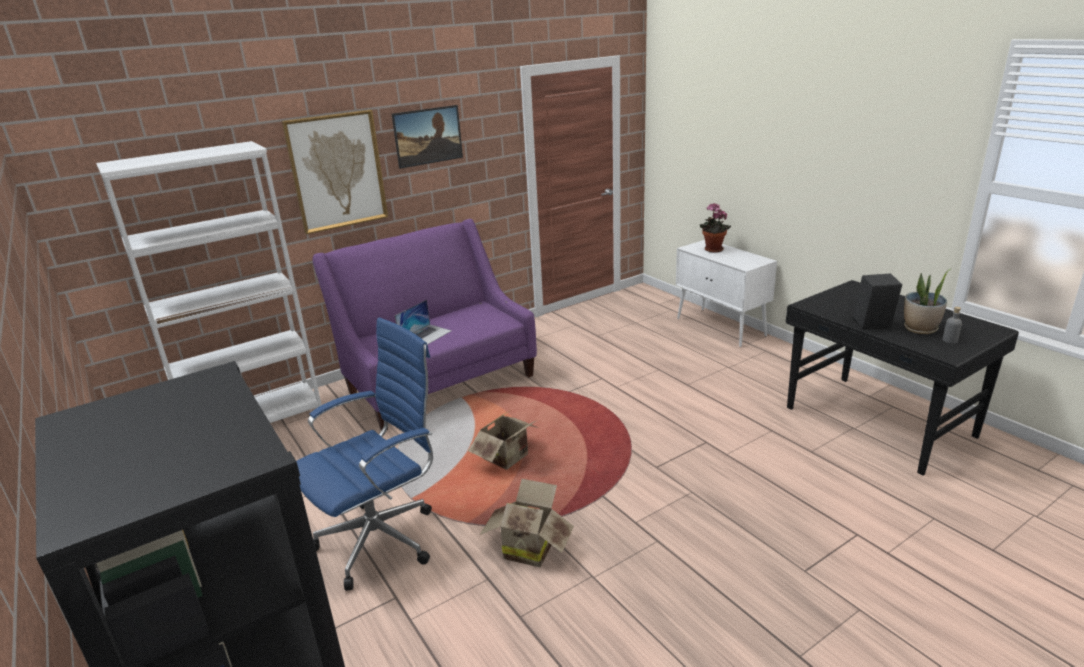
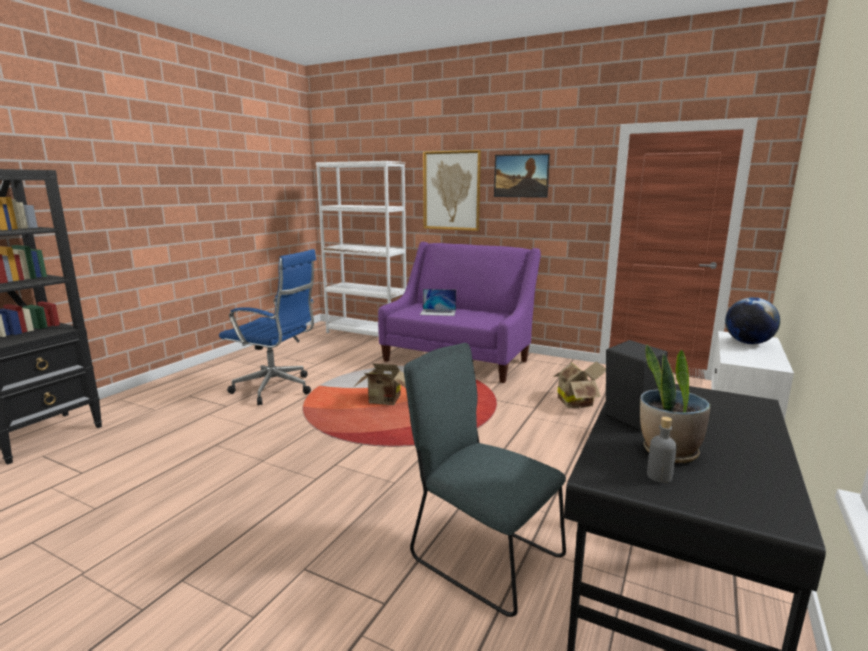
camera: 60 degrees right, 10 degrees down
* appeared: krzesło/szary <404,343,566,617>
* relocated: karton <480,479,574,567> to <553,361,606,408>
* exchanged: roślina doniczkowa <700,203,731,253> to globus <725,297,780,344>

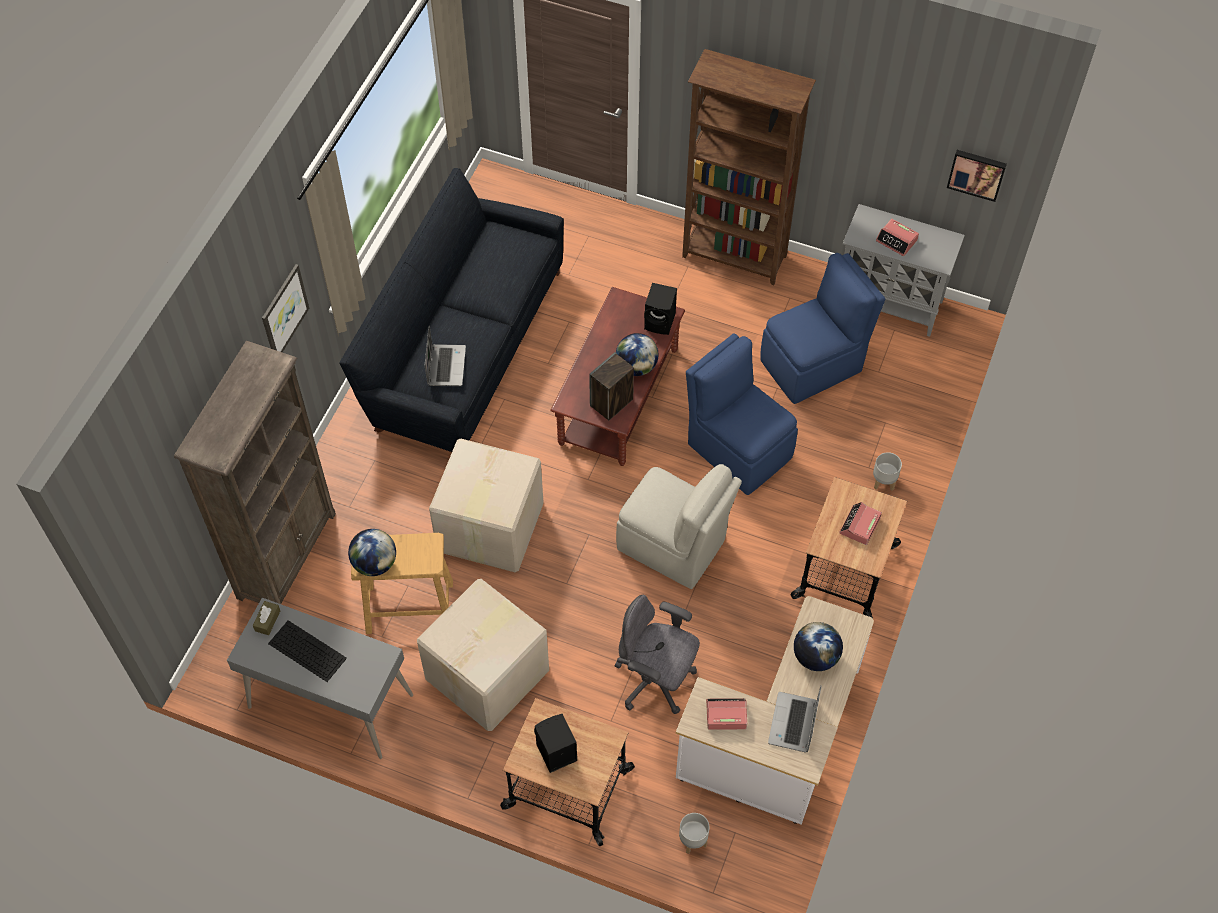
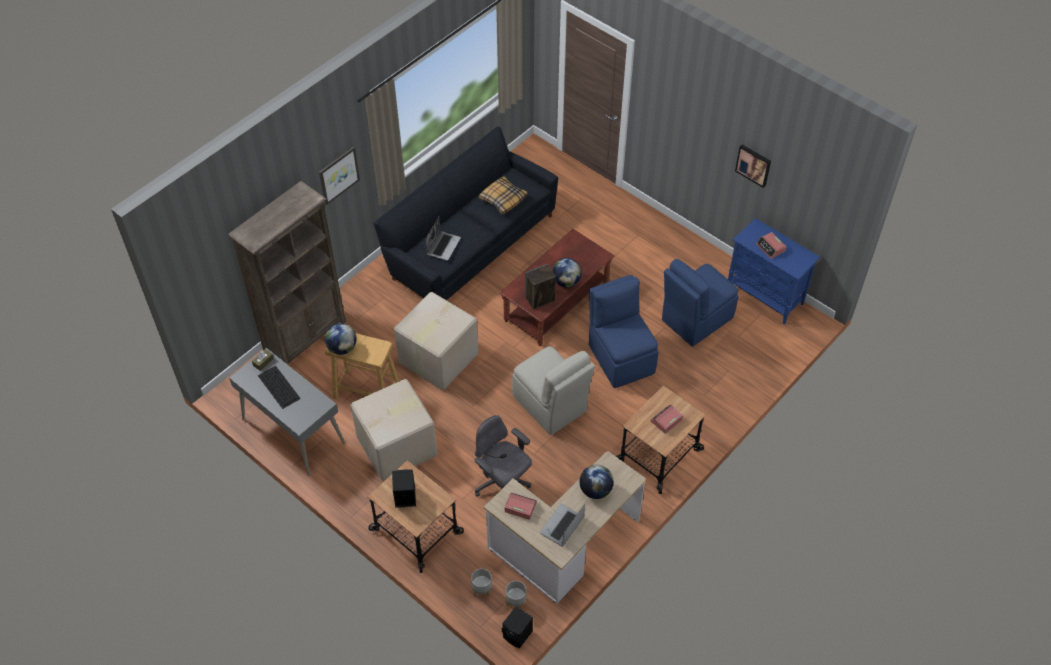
camera: 20 degrees right, 5 degrees down
* appeared: poduszka <479,176,527,214>
* relocated: głośnik/czarny <644,283,677,335> to <502,606,533,649>
* relocated: donica/szary <873,452,902,491> to <506,581,526,609>
* spun: krzesło/niebieski <760,253,885,404> = <662,259,738,347> 150 degrees clockwise
* colour: szafka/szary <843,204,965,337> to szafka/niebieski <728,218,820,324>
* relocated: obraz <947,150,1007,202> to <735,145,771,188>
* missing: regał/brązowy <682,49,816,285>

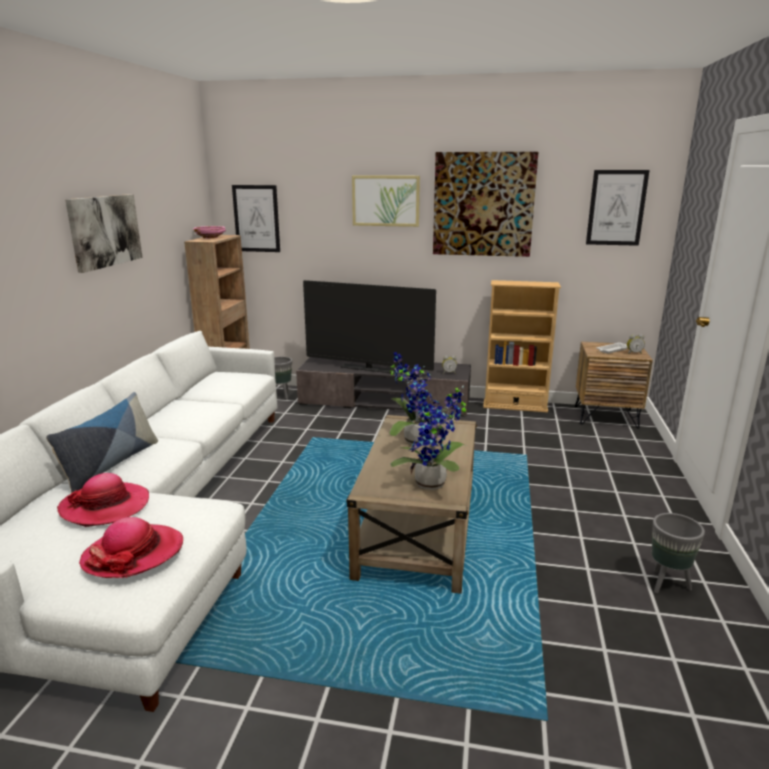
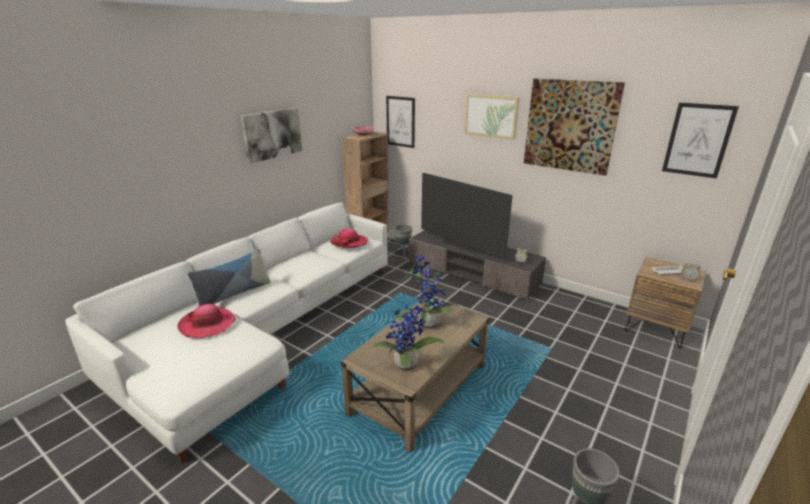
camera: 25 degrees right, 5 degrees up
* relocated: kapelusz <79,517,183,578> to <330,228,368,248>
* missing: regał/beżowy <483,280,561,413>

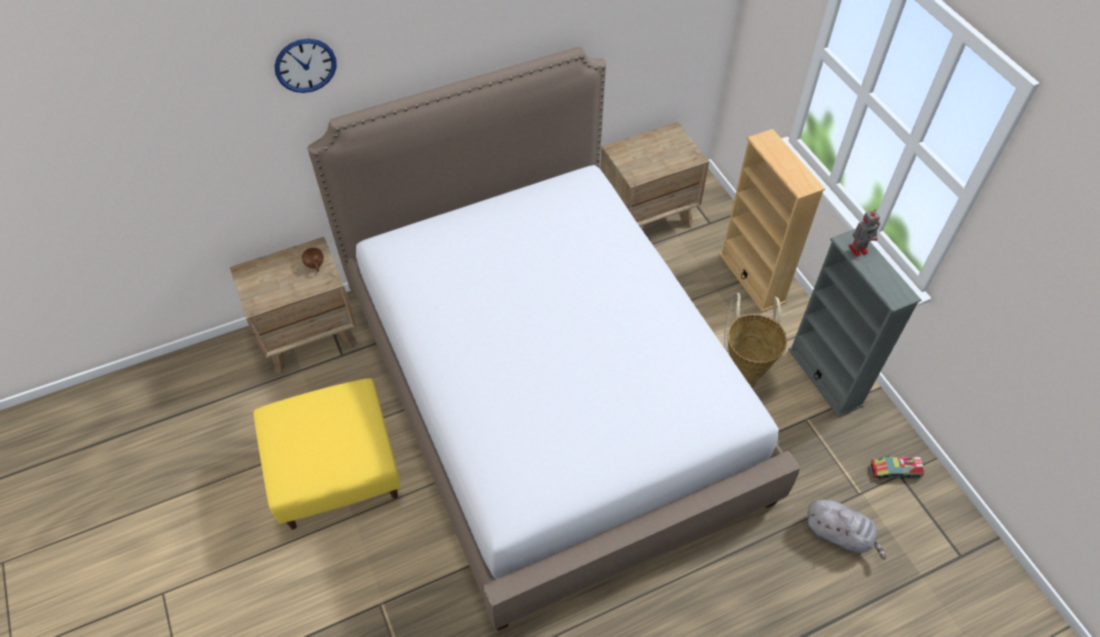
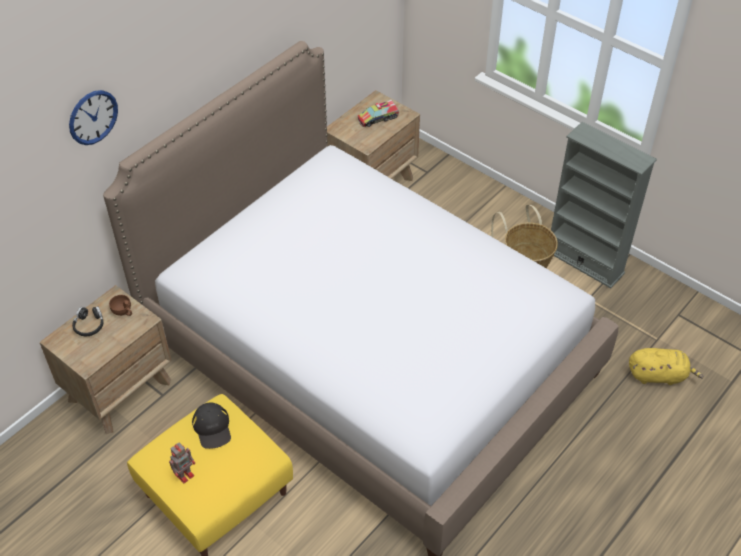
camera: 25 degrees left, 5 degrees down
* appeared: słuchawki/czarny <72,306,104,336>
* relocated: robot zabawkowy <848,209,880,257> to <169,443,195,483>
* appeared: czapka z daszkiem/czarny <192,403,231,449>
* relocated: ciężarówka zabawkowa <870,456,925,479> to <358,100,399,127>
* colour: pluszak/szary <808,499,886,560> to pluszak/żółty <629,348,704,385>
* missing: regał/beżowy <719,129,825,312>

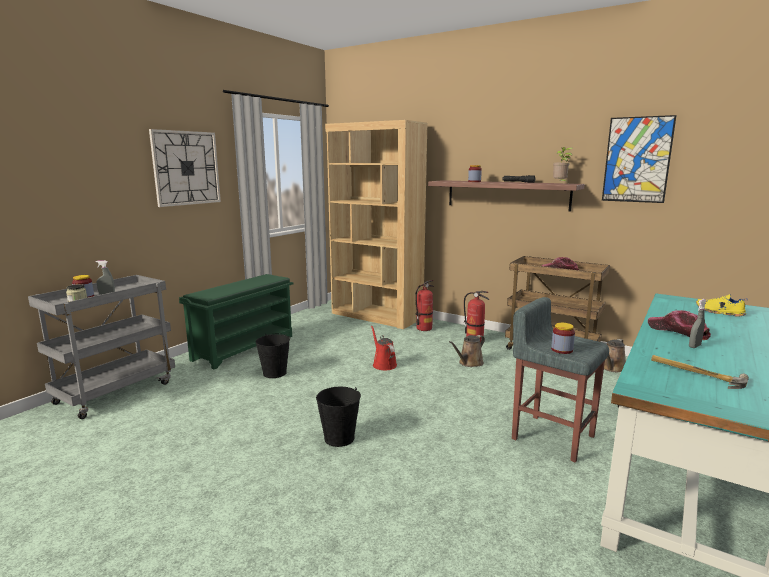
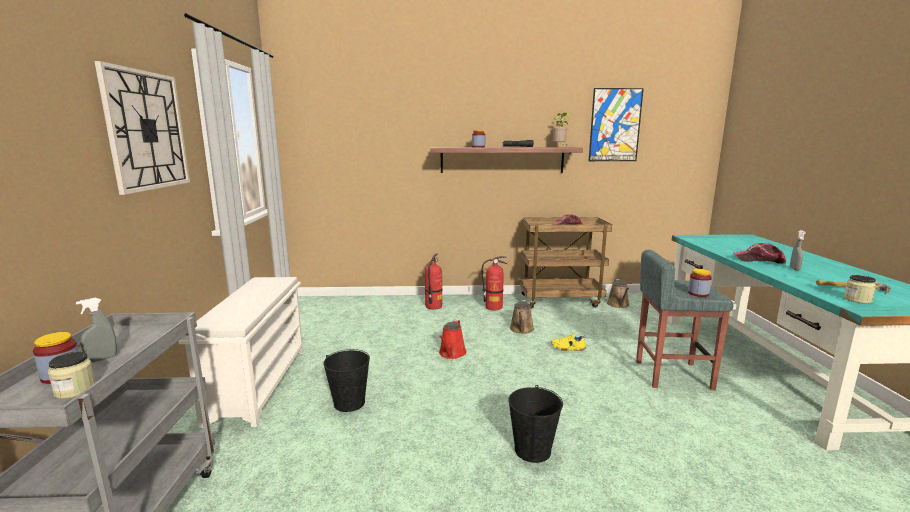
camera: 35 degrees left, 0 degrees up
* colour: regał na buty/zielony <179,274,293,370> to regał na buty/biały <179,277,303,428>
* spun: konewka/czerwony <371,325,397,370> = <439,320,467,359> 105 degrees counterclockwise
* relocated: but/żółty <696,294,748,317> to <551,334,586,351>
* appeared: słoik <844,275,876,304>
* missing: regał/brązowy <325,120,428,329>

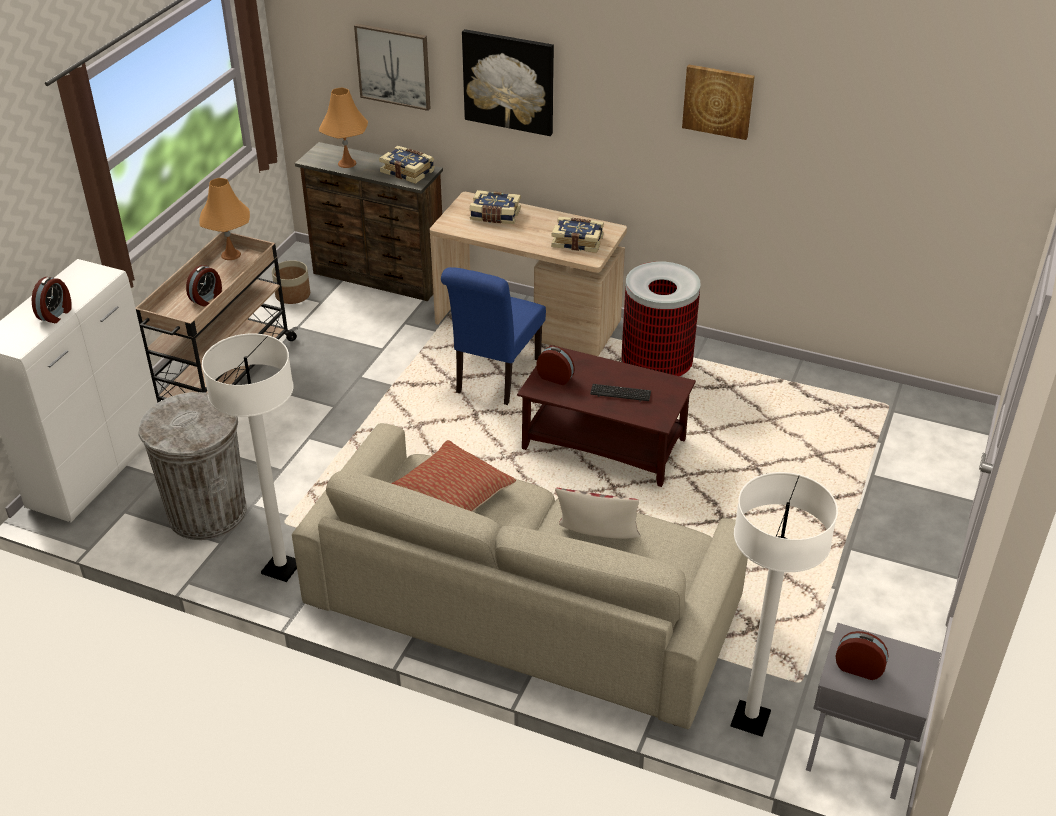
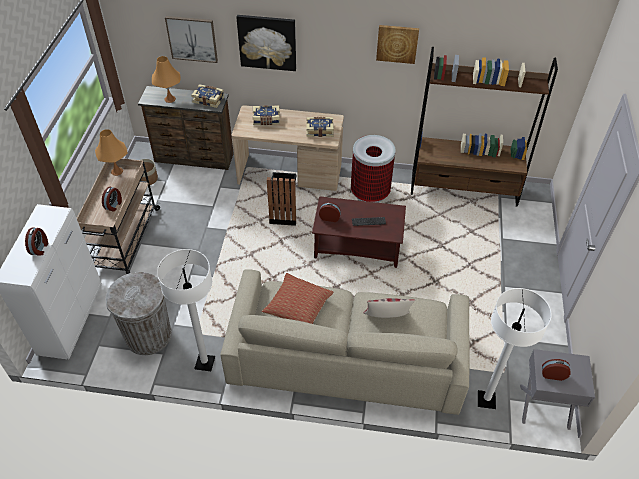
camera: 15 degrees left, 10 degrees up
* exchanged: krzesło/niebieski <441,267,546,405> to kosz na śmieci/czarny <267,172,296,226>
* appeared: regał/brązowy <411,47,558,207>

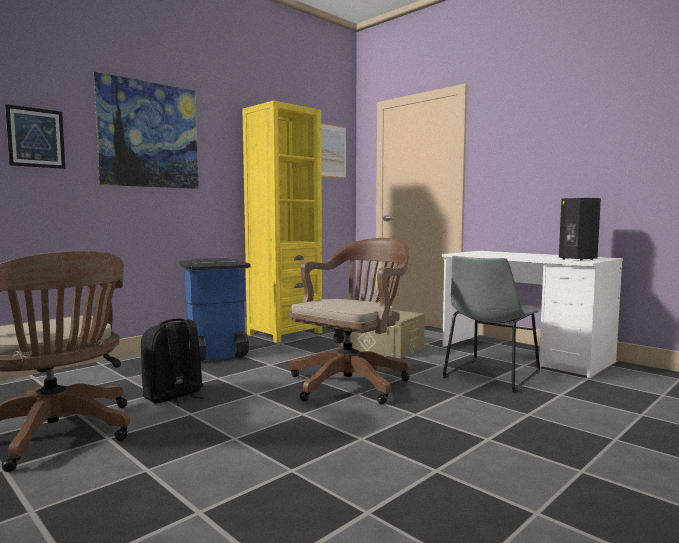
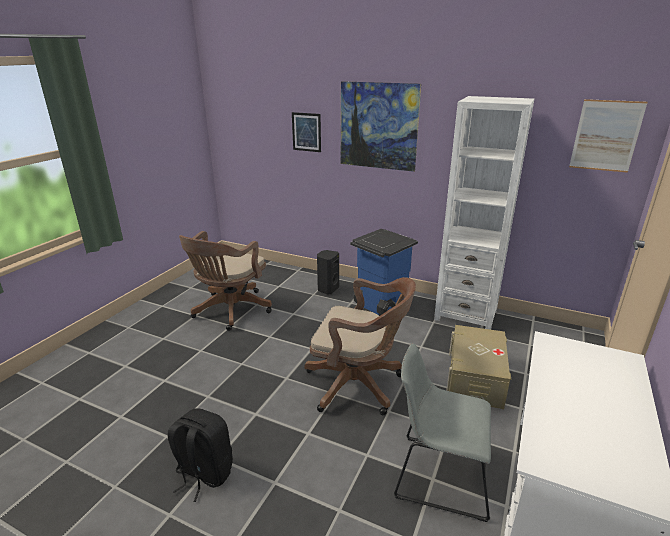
camera: 70 degrees right, 20 degrees up
* relocated: plecak/czarny <141,319,203,406> to <168,408,233,502>
* relocated: głośnik/czarny <559,198,601,261> to <317,250,339,295>
* colour: regał/żółty <242,101,322,343> to regał/biały <434,96,534,330>

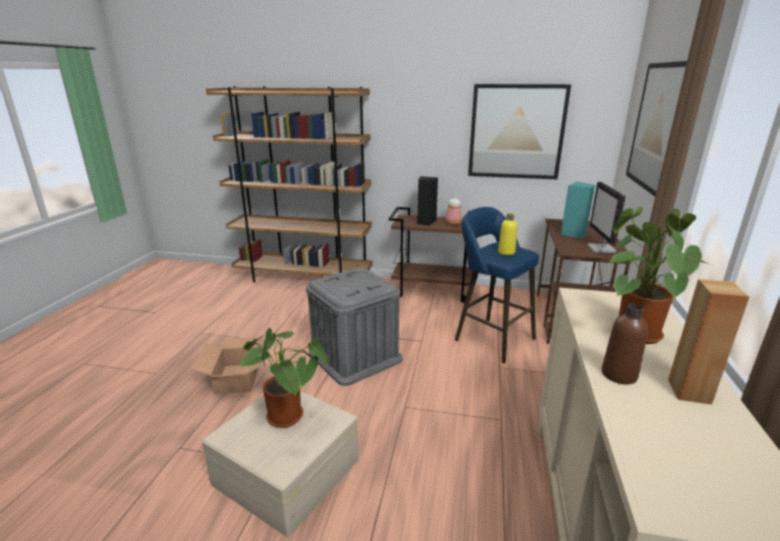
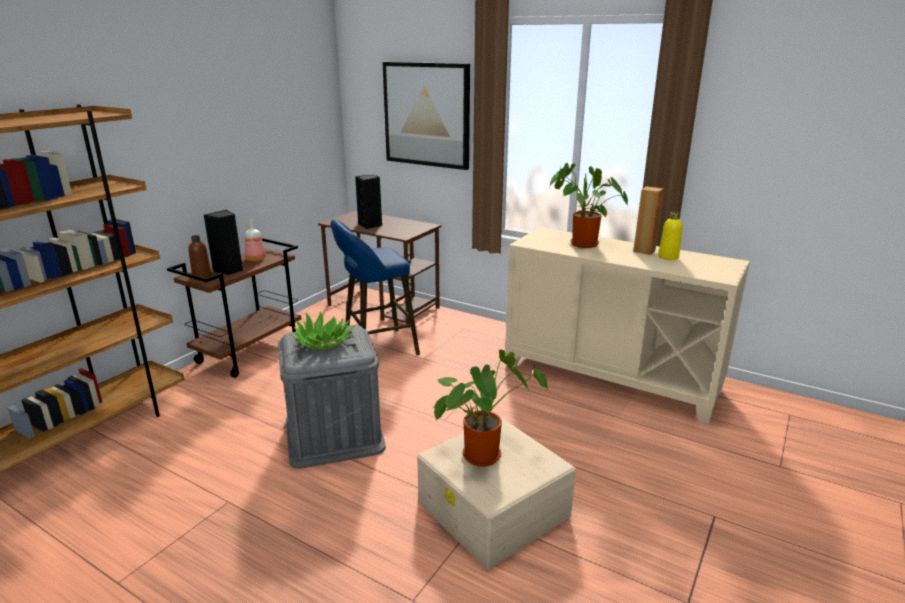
camera: 70 degrees left, 0 degrees up
* relocated: butelka/brązowy <602,303,648,384> to <189,235,212,279>
* appeared: roślina doniczkowa <290,311,355,350>
* colour: głośnik/turkusowy <561,182,595,238> to głośnik/czarny <355,175,382,229>
* relocated: butelka/żółty <498,214,517,255> to <659,212,682,260>
* missing: karton <192,338,264,394>
* missing: obraz <468,84,571,179>
* missing: monitor <587,182,625,253>

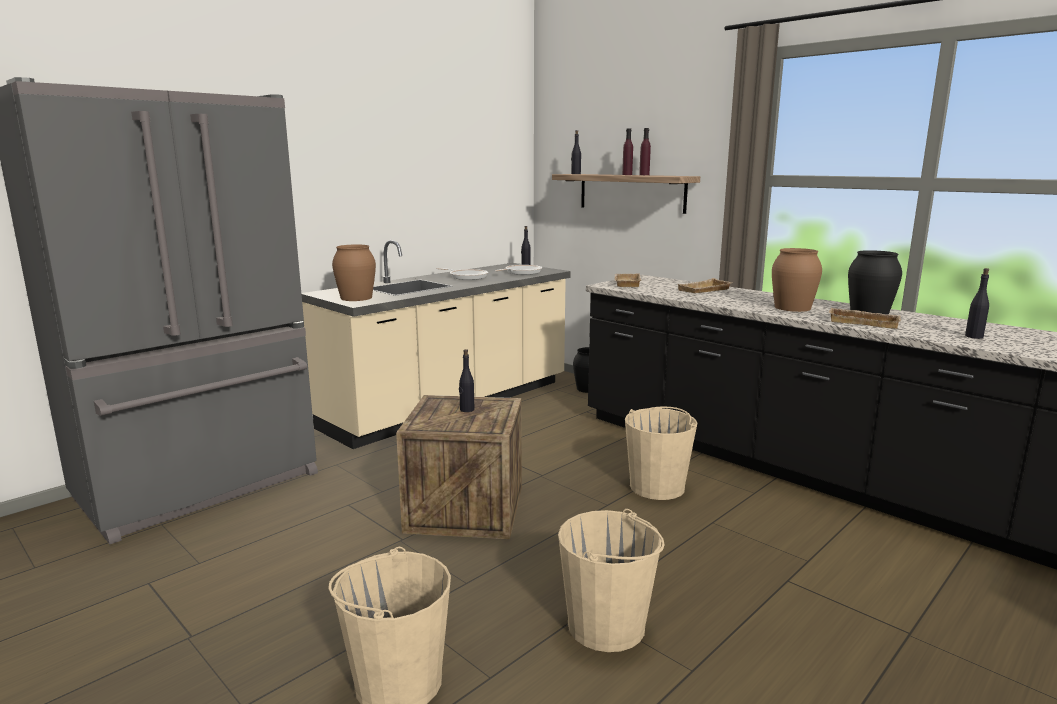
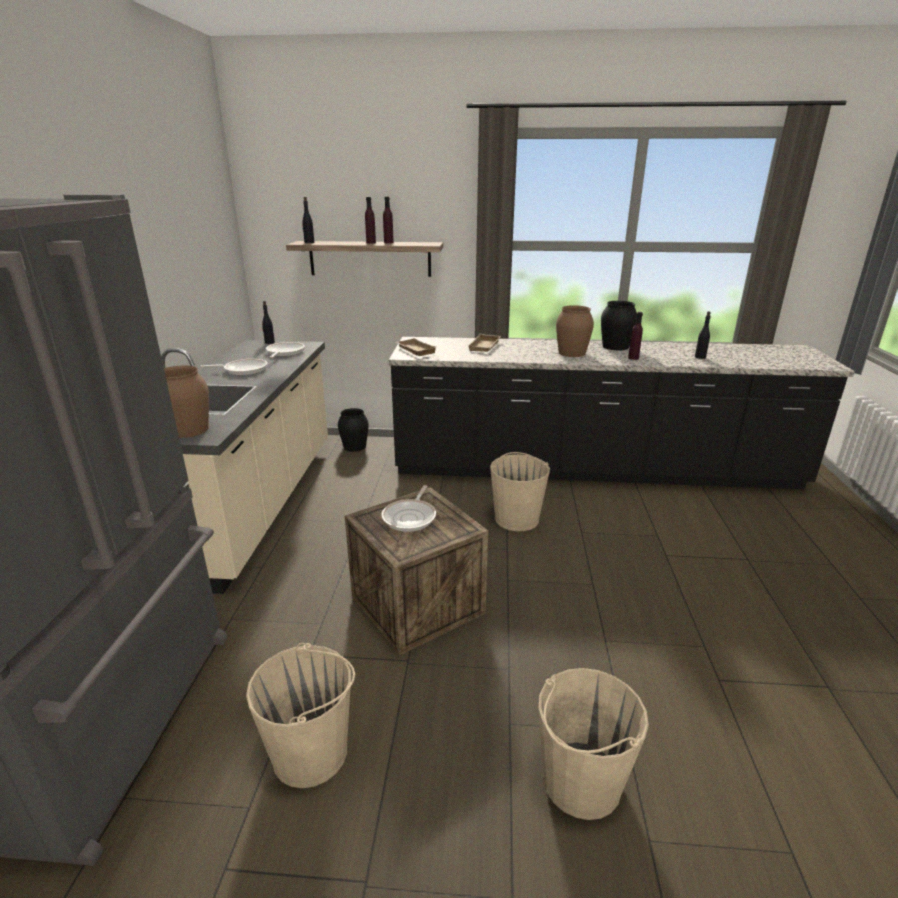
camera: 40 degrees left, 10 degrees up
* relocated: wiadro/beżowy <558,509,665,652> to <246,643,355,788>
* exchanged: butelka/czarny <459,349,474,412> to patelnia <381,485,436,532>
* exchanged: taca/beżowy <829,308,901,329> to butelka/fioletowy <628,312,643,360>

